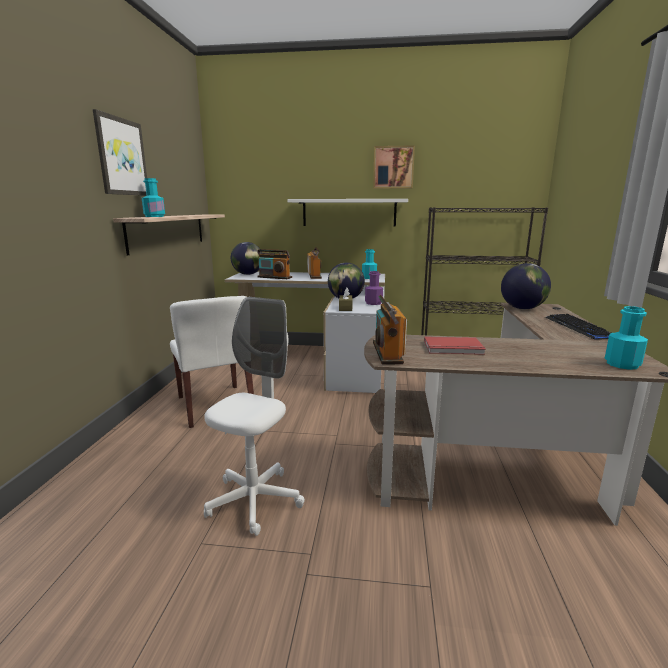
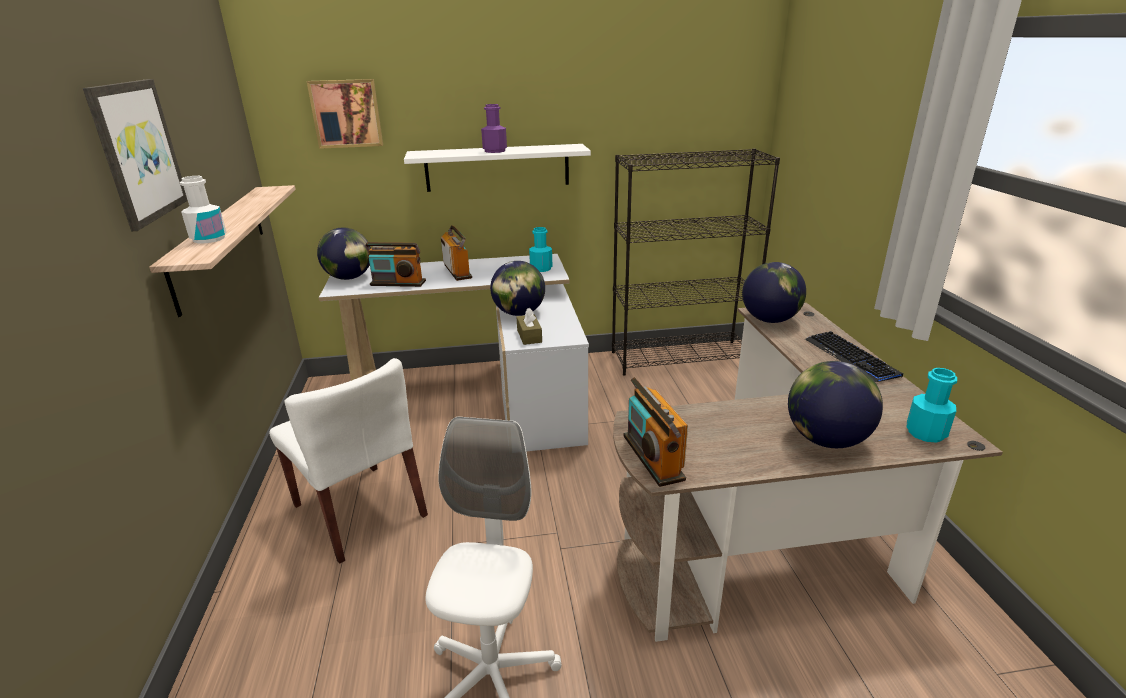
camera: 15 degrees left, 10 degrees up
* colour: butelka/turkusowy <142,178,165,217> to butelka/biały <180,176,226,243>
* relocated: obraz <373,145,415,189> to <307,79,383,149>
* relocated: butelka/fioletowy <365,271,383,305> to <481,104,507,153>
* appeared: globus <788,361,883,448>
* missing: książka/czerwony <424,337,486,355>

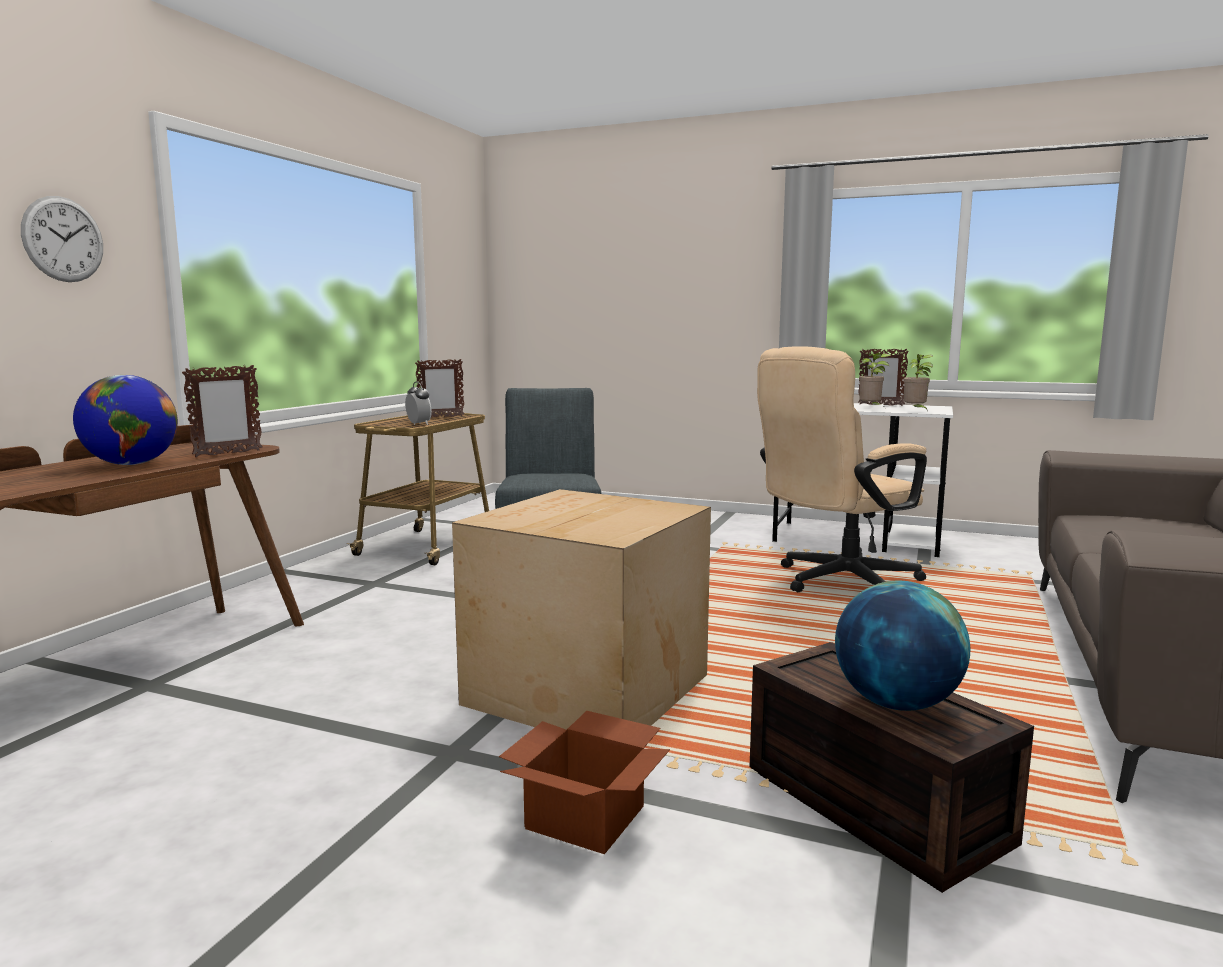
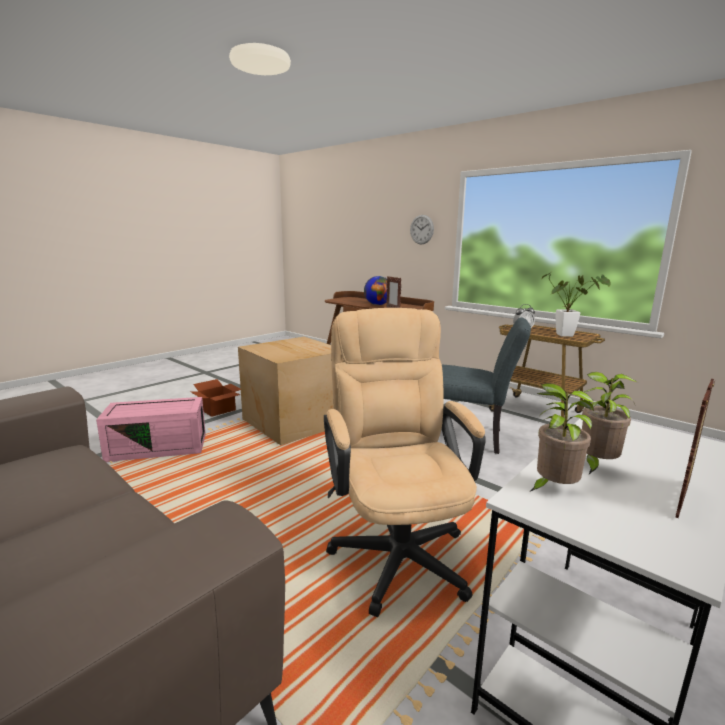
camera: 110 degrees right, 5 degrees up
* colour: pojemnik do przechowywania/brązowy <750,642,1034,893> to pojemnik do przechowywania/różowy <96,397,206,462>
* exchanged: ramka na zdjęcie <415,359,464,418> to roślina doniczkowa <542,271,611,337>
* missing: globus <835,581,970,711>

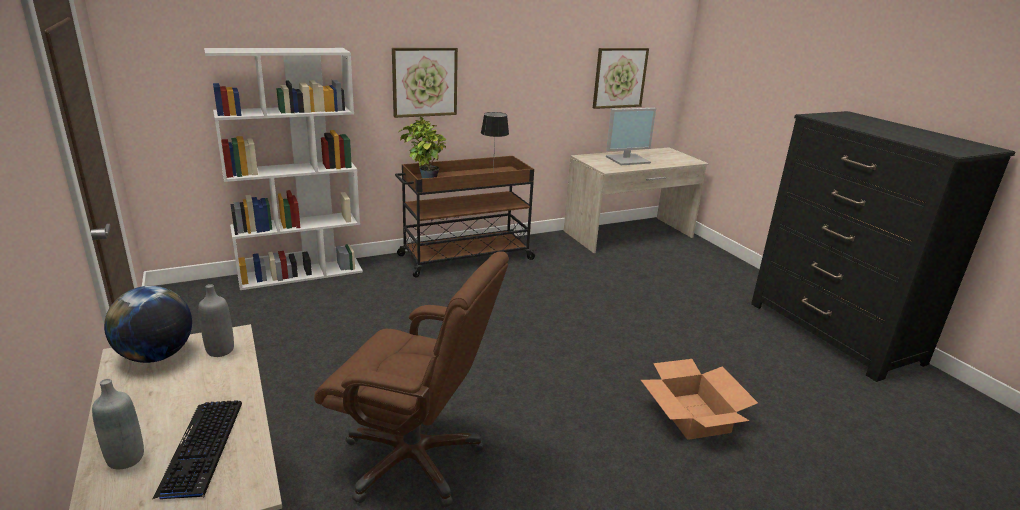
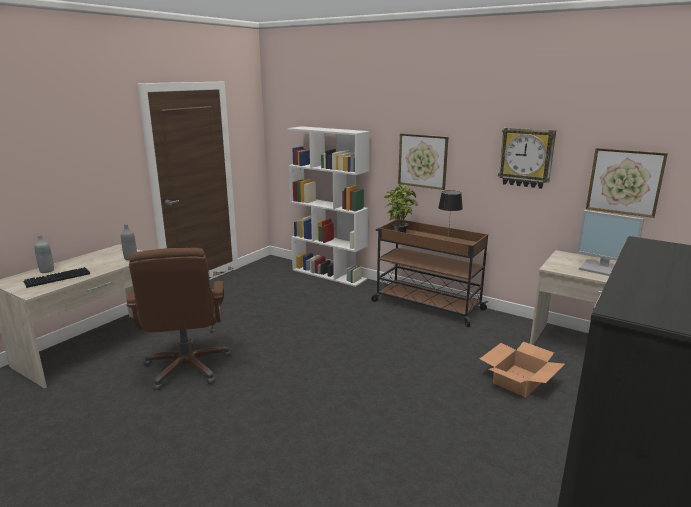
camera: 60 degrees right, 5 degrees down
* relocated: karton <641,359,758,440> to <480,342,565,397>
* appeared: zegar ścienny <498,127,556,189>
* missing: globus <104,286,192,363>

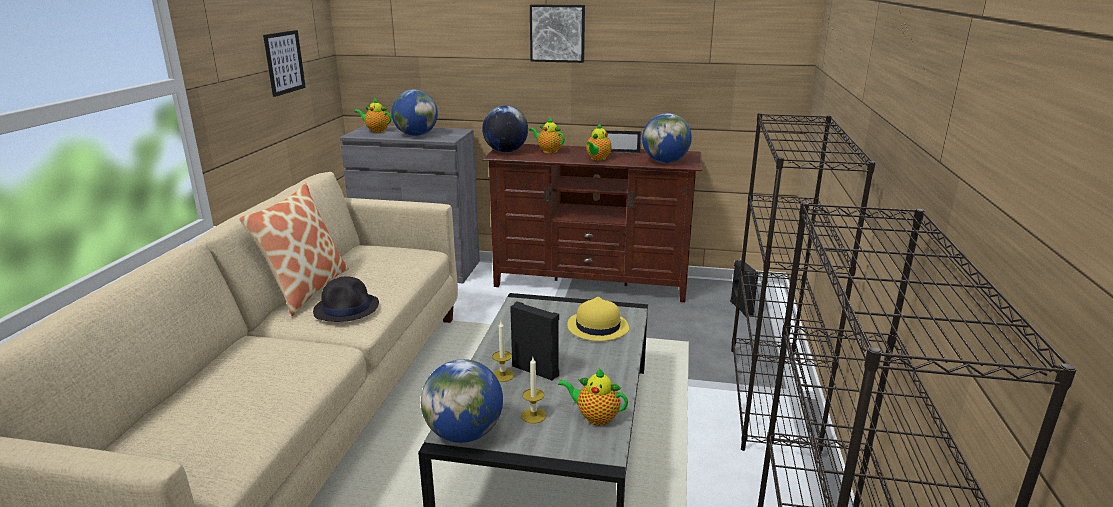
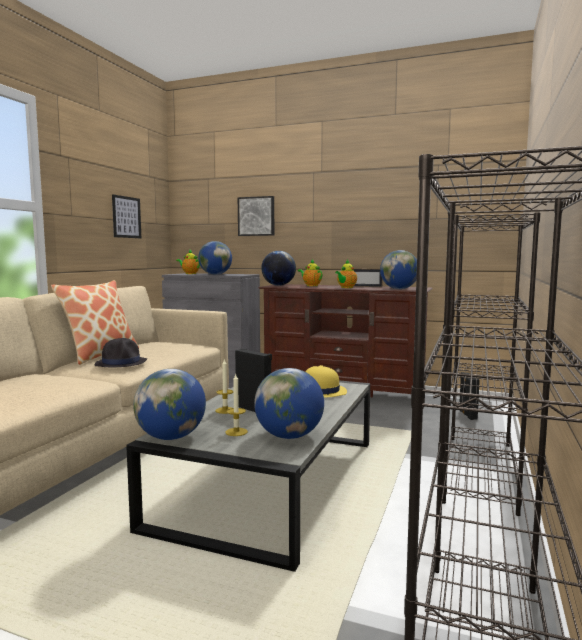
camera: 10 degrees right, 15 degrees down
* relocated: obraz <530,4,585,63> to <238,196,274,236>
* exchanged: imbryk <558,368,628,426> to globus <254,368,324,439>

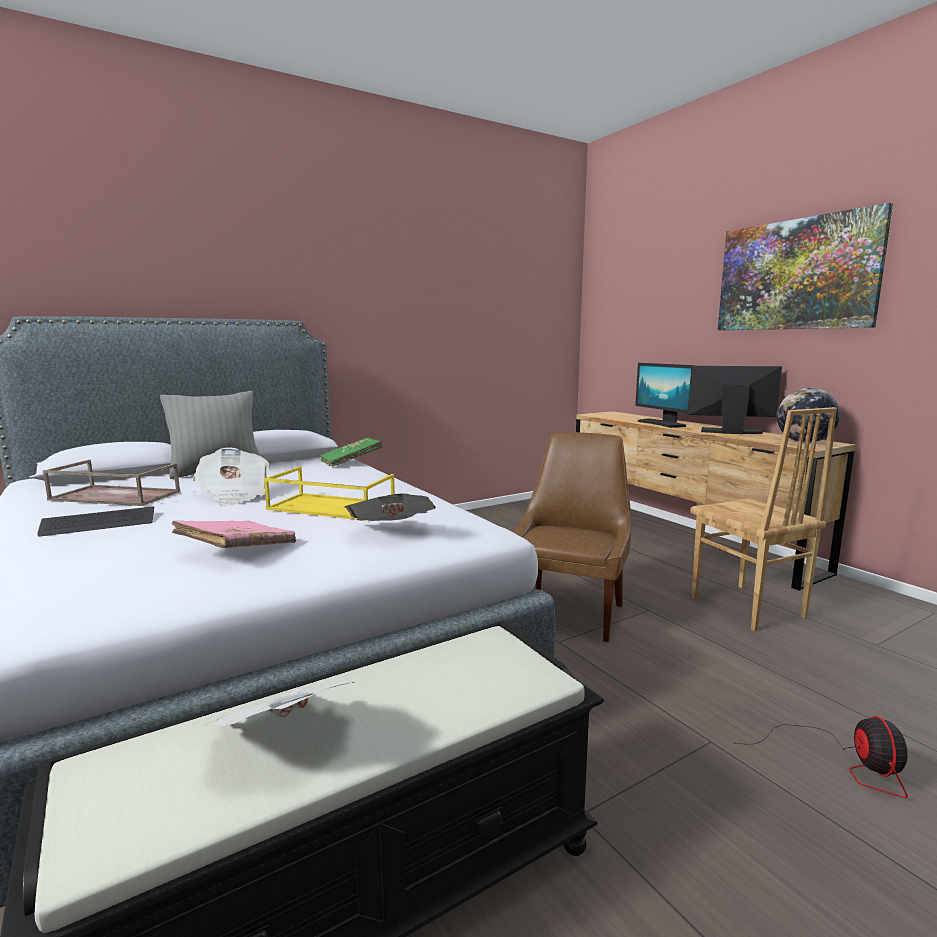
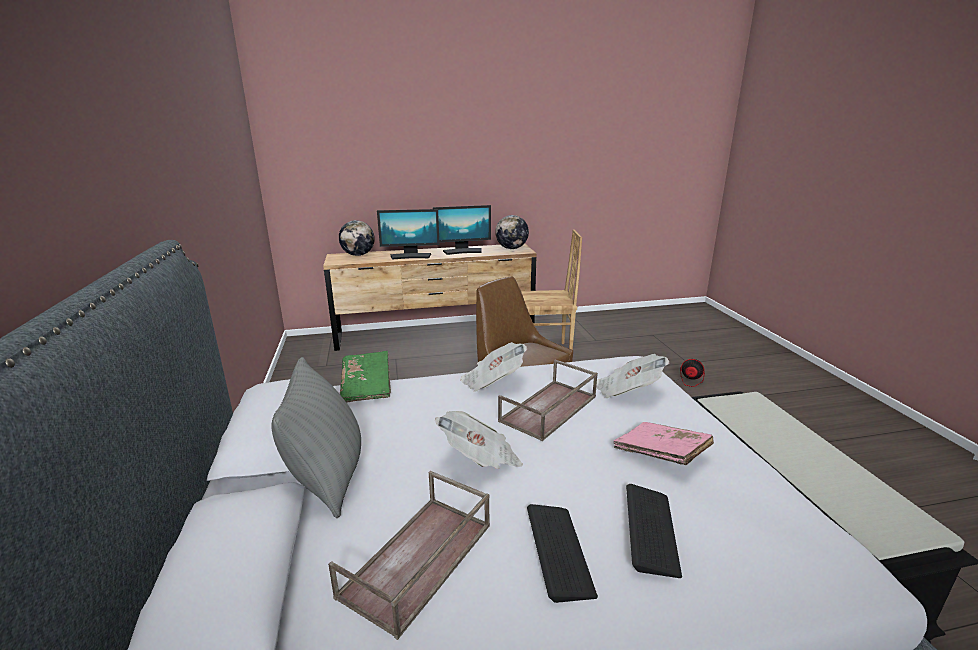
camera: 70 degrees left, 10 degrees up
* appeared: globus <339,220,375,256>
* spun: monitor <688,366,782,434> = <433,205,491,255> 135 degrees counterclockwise
* relocated: gazeta <202,682,353,727> to <460,342,527,392>
* colour: taca/żółty <264,467,395,521> to taca/brązowy <498,360,598,441>
* appeared: klawiatura <626,484,682,578>
* missing: obraz <718,203,893,330>

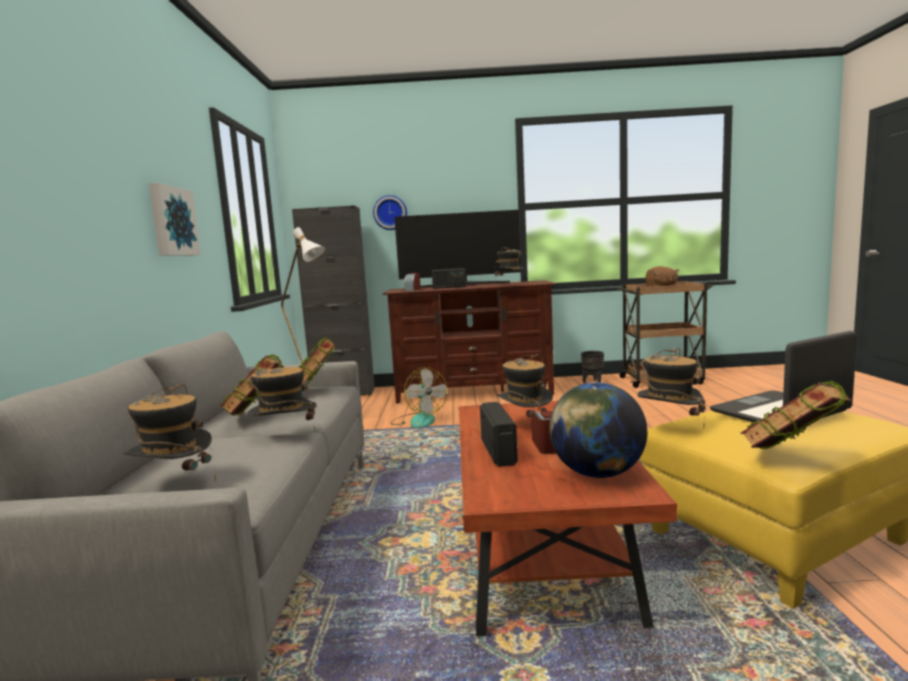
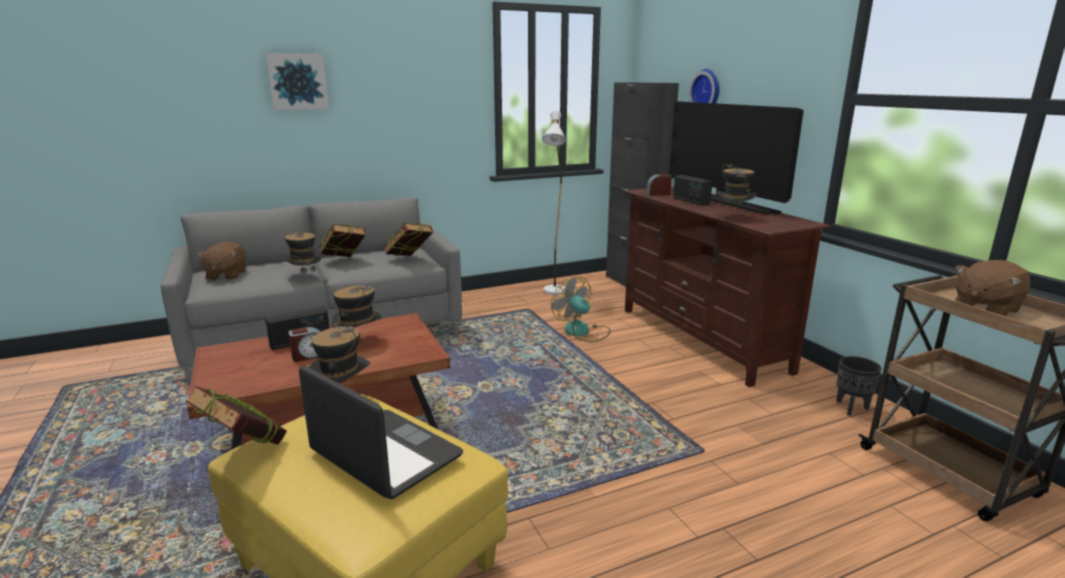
camera: 65 degrees right, 10 degrees up
* exchanged: kapelusz <124,385,216,482> to pluszak/brązowy <197,242,246,280>
* relocated: obraz <148,183,201,256> to <265,53,329,110>
* spun: wentylator <391,367,447,428> = <551,277,611,342> 105 degrees clockwise
* missing: globus <549,382,647,478>

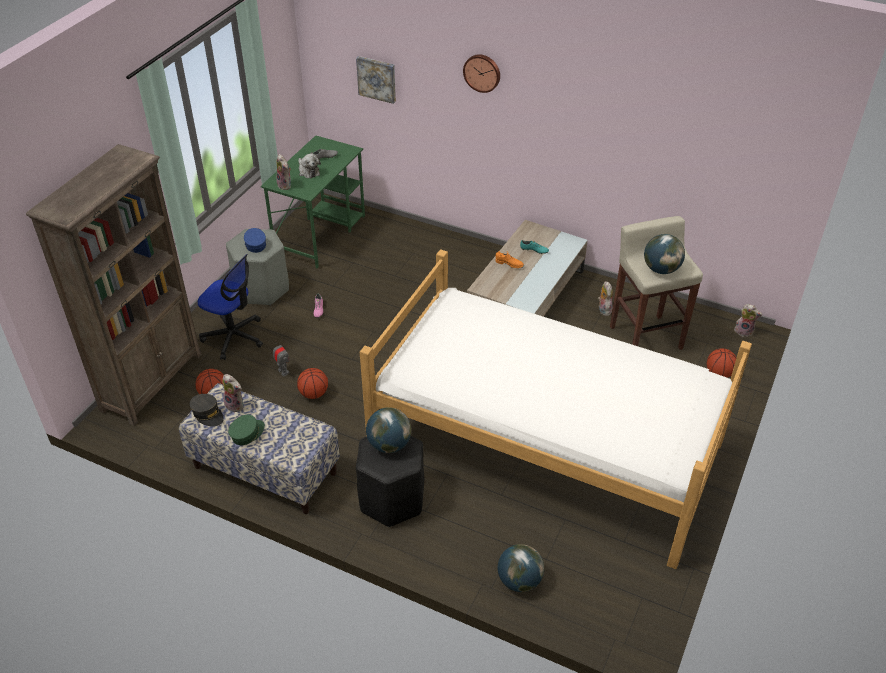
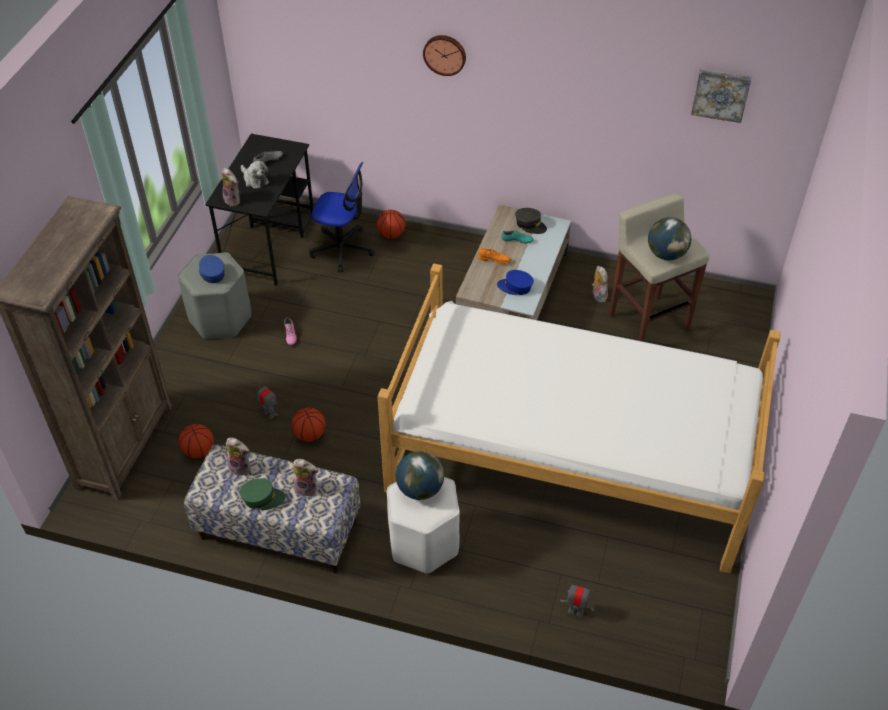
camera: 10 degrees left, 5 degrees up
* colour: biurko/zielony <261,136,365,268> to biurko/czarny <205,134,313,286>
* spun: czapka z daszkiem/zielony <228,415,265,445> = <240,478,285,510> 60 degrees clockwise
* relocated: pluszak <734,304,762,337> to <292,459,318,497>
* relocated: krzesło biurowe <198,254,263,360> to <309,162,375,272>
* relocated: piłka do koszykówki <706,348,736,378> to <377,210,405,239>
* colour: stołek/czarny <356,436,424,527> to stołek/biały <387,477,460,574>
* appeared: czapka z daszkiem/niebieski <497,270,534,295>
* relocated: czapka z daszkiem/szary <190,394,224,427> to <515,208,547,234>
* exchanged: globus <498,544,544,592> to robot zabawkowy <560,583,594,617>
* relocated: obraz <356,56,396,104> to <691,69,752,123>

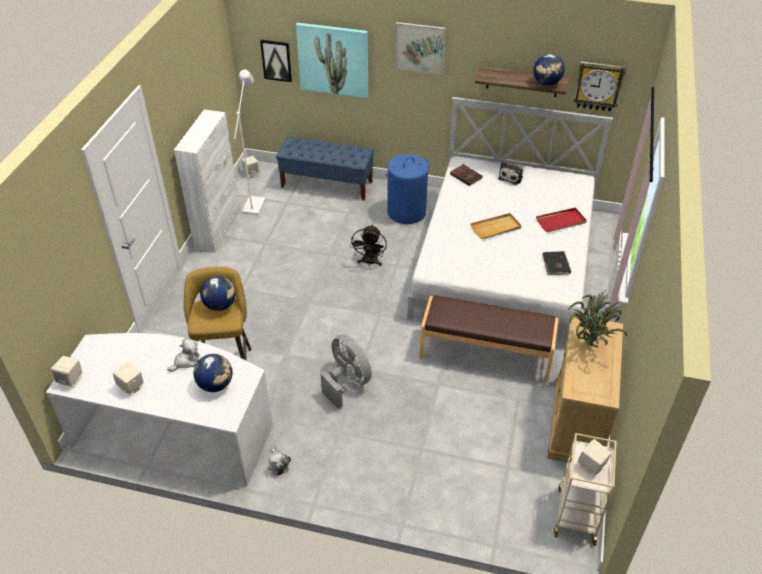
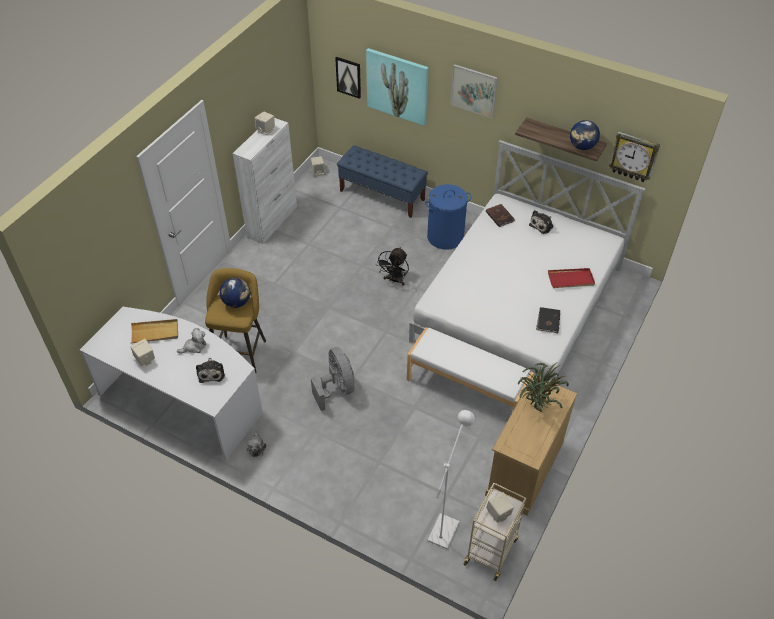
camera: 15 degrees right, 5 degrees up
* relocated: taca/beżowy <470,213,522,239> to <131,319,178,343>
* exchanged: globus <194,354,233,392> to pluszak <196,358,225,383>
* relocated: głośnik/beżowy <51,356,82,387> to <255,112,275,135>
* colour: ławka/brązowy <419,295,559,382> to ławka/biały <407,327,534,410>
* relocated: lampa stojąca/biały <234,70,266,215> to <428,410,475,549>

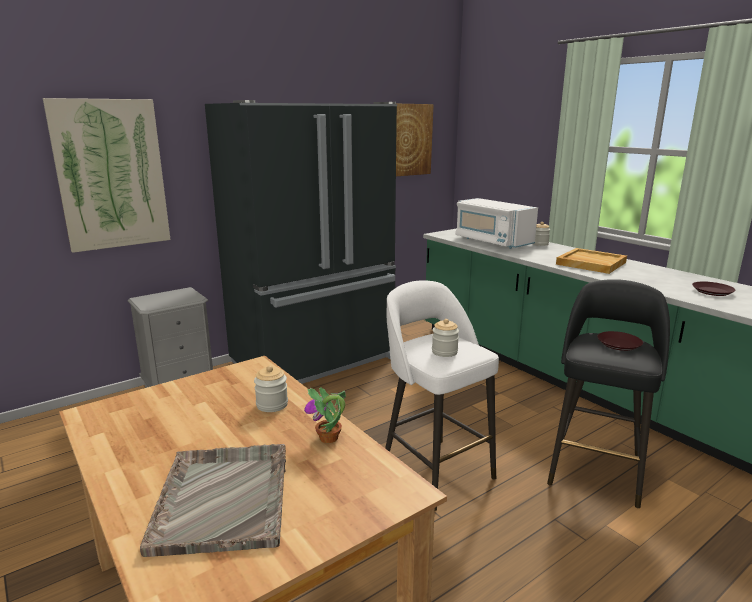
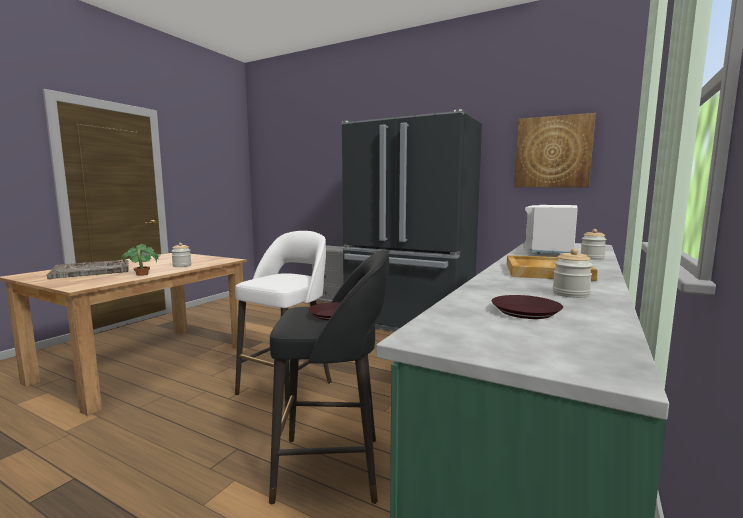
camera: 65 degrees right, 10 degrees down
* relocated: słoik <432,319,459,357> to <552,248,593,298>
* missing: obraz <43,98,170,253>

